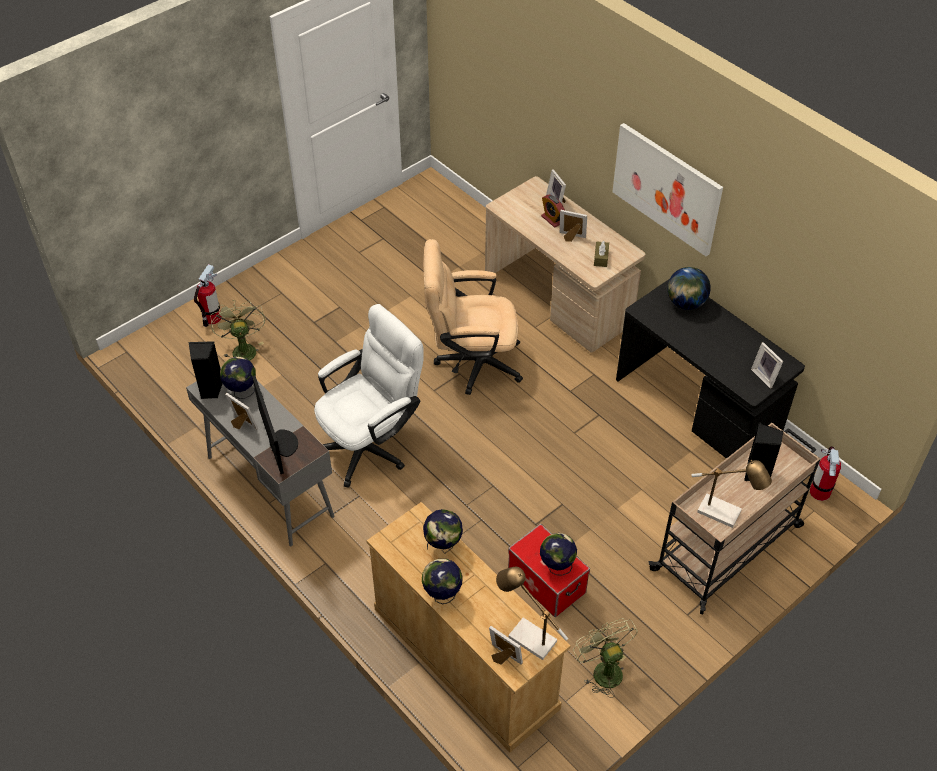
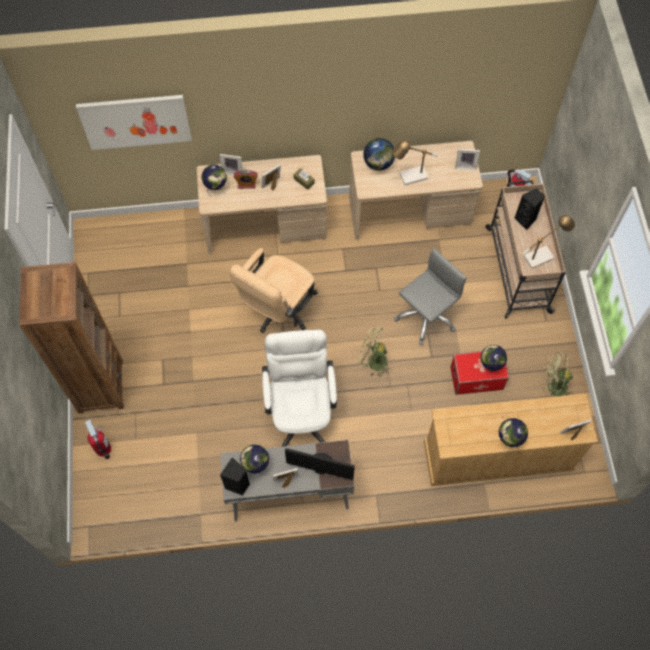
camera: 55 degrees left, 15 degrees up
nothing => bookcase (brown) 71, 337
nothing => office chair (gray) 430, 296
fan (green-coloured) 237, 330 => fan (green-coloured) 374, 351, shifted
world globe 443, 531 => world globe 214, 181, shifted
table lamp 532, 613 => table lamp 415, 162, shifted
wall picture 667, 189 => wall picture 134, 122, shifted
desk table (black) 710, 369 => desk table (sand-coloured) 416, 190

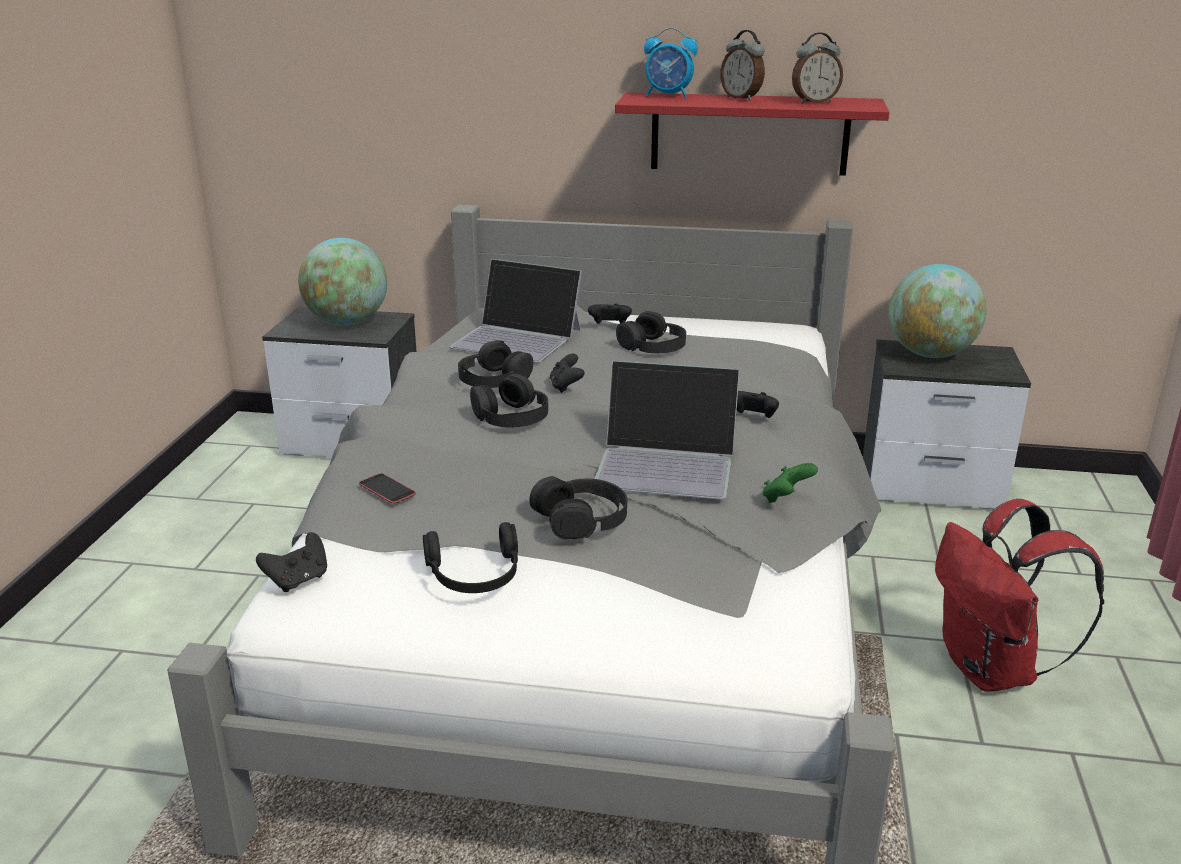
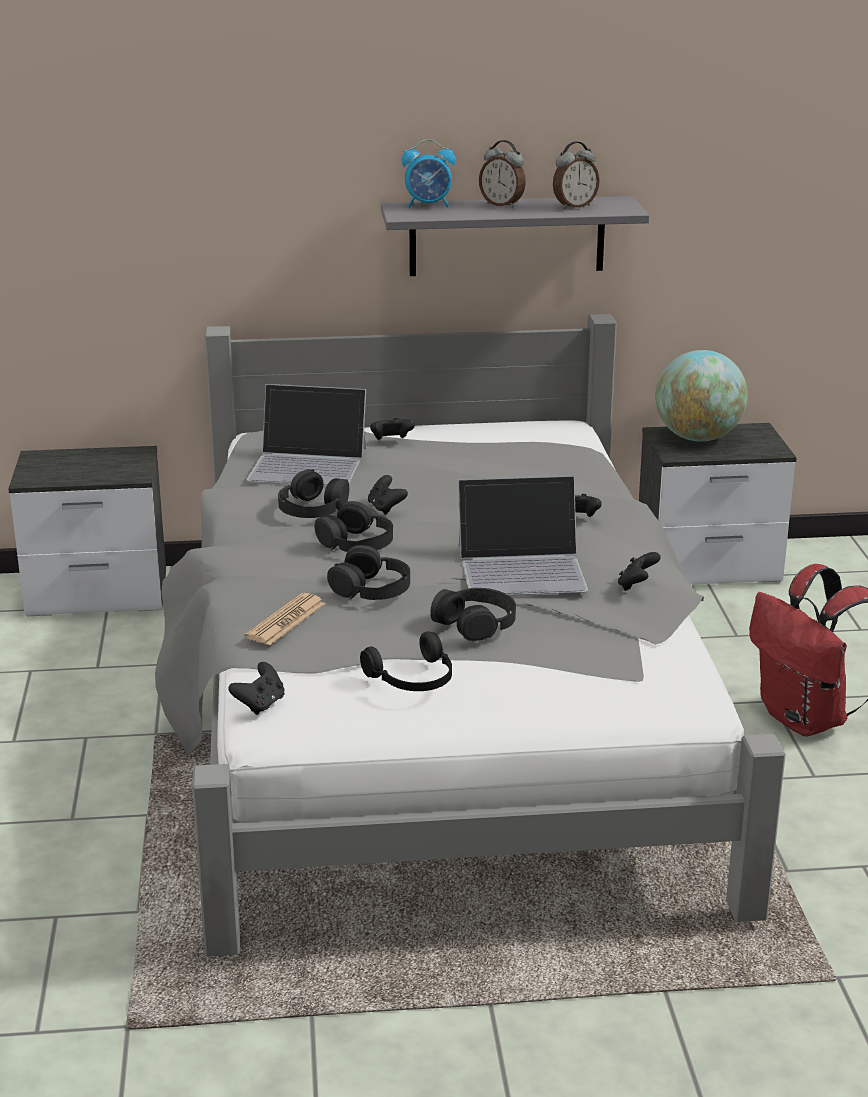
camera: 15 degrees left, 0 degrees up
world globe 342, 281 => nothing
headset (black) 651, 332 => headset (black) 368, 572, shifted
handset 387, 488 => daily paper 285, 619
wall shelf (reddish) 752, 134 => wall shelf (gray) 515, 236
game controller (green-coloured) 790, 483 => game controller (black) 639, 571

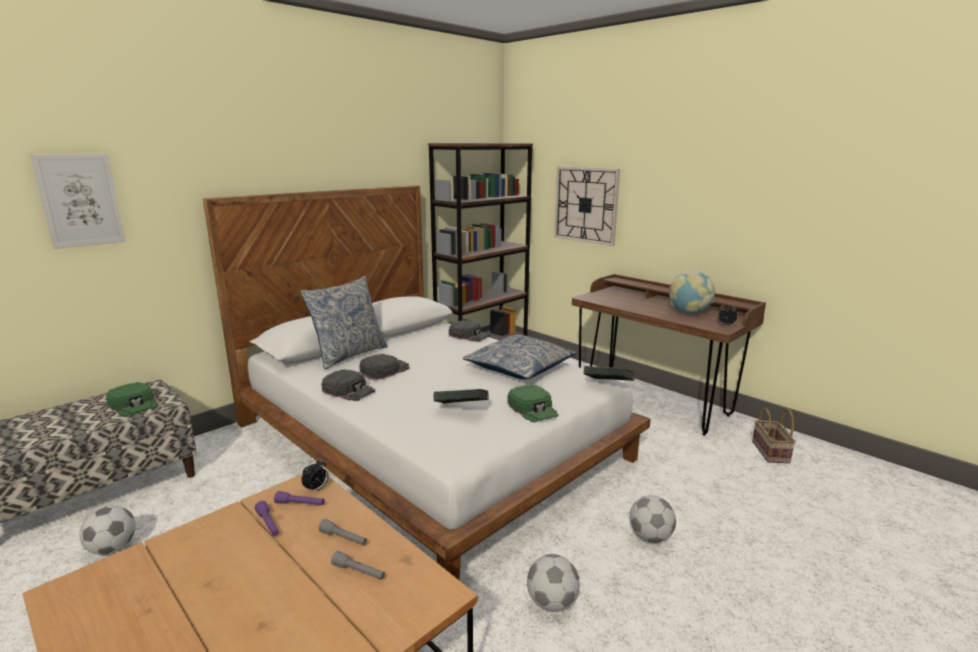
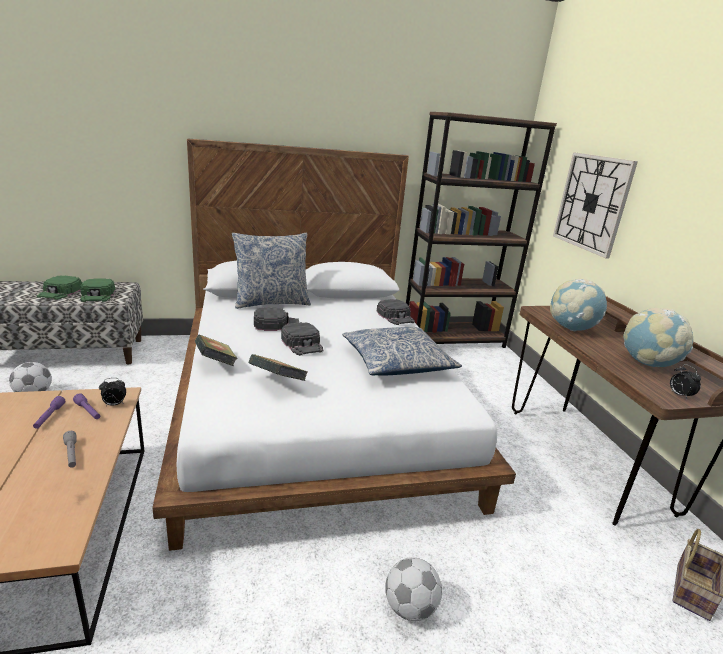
camera: 30 degrees right, 5 degrees up
wall picture 78, 201 => nothing
hand torch (gray) 358, 565 => nothing
football 553, 583 => nothing
nothing => world globe 578, 305
cap (black) 348, 385 => cap (black) 302, 339, shifted
cap (green-coloured) 532, 403 => cap (green-coloured) 59, 287, shifted
volume 609, 373 => volume 216, 350, shifted

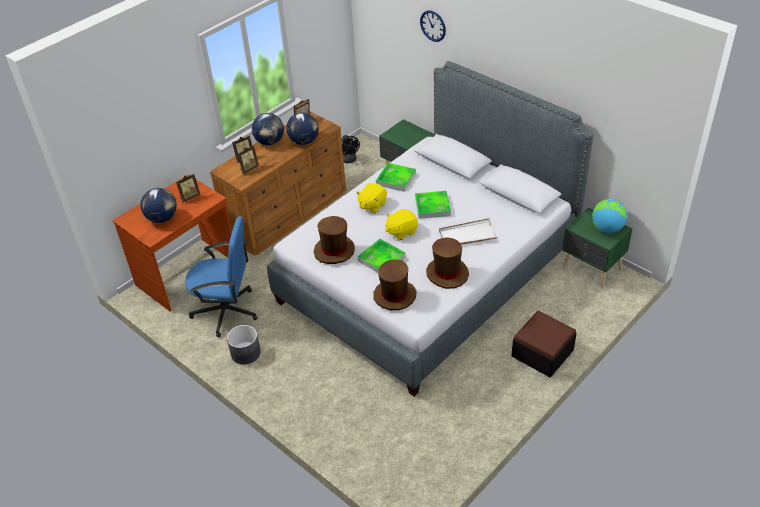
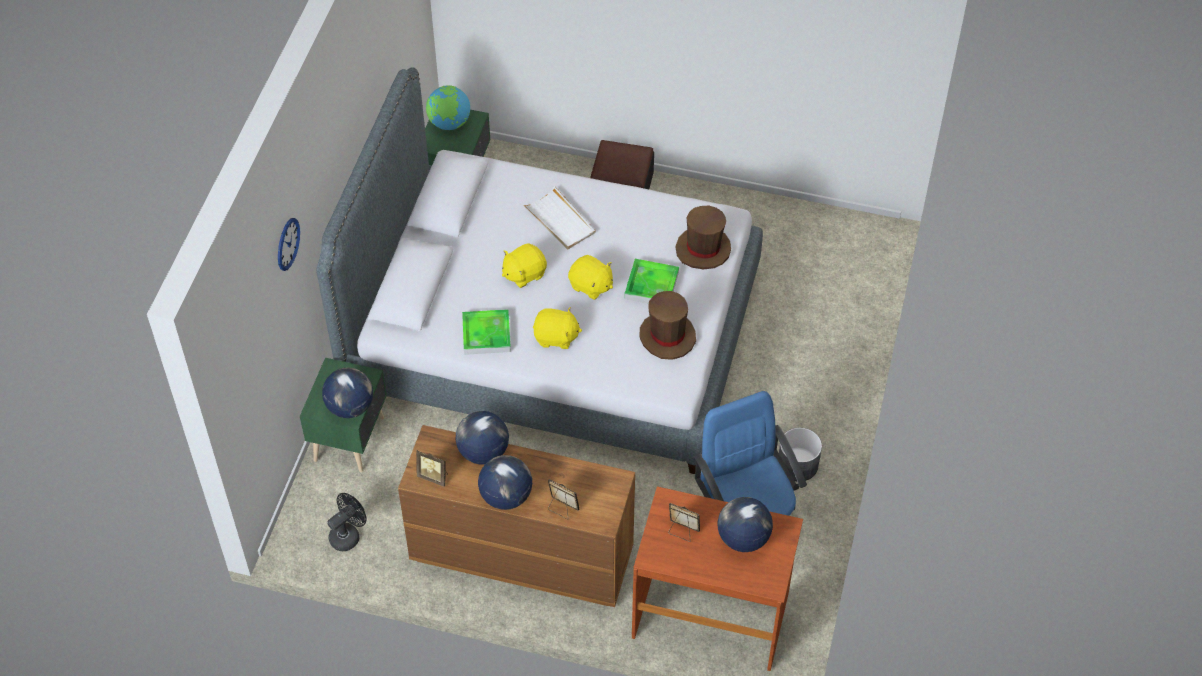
camera: 120 degrees left, 10 degrees up
photo frame 248, 159 => nothing
hat (brown) 447, 263 => nothing
nothing => world globe 347, 393
tray 433, 204 => plush toy (yellowish) 524, 265

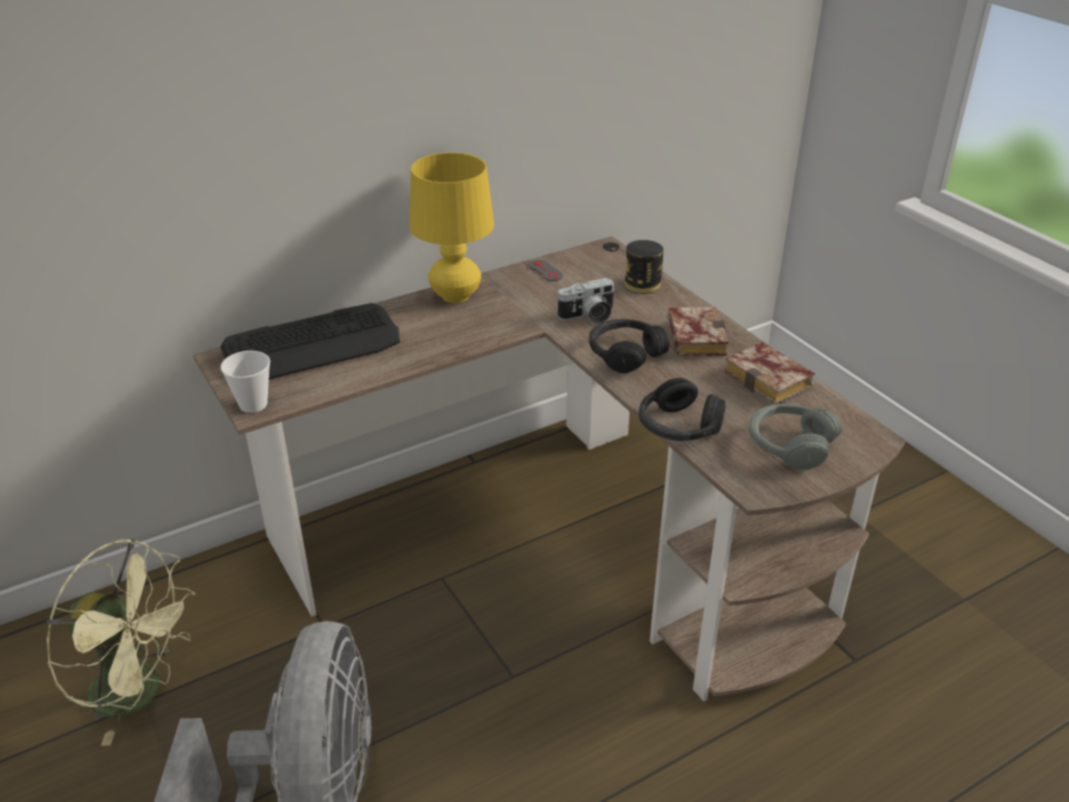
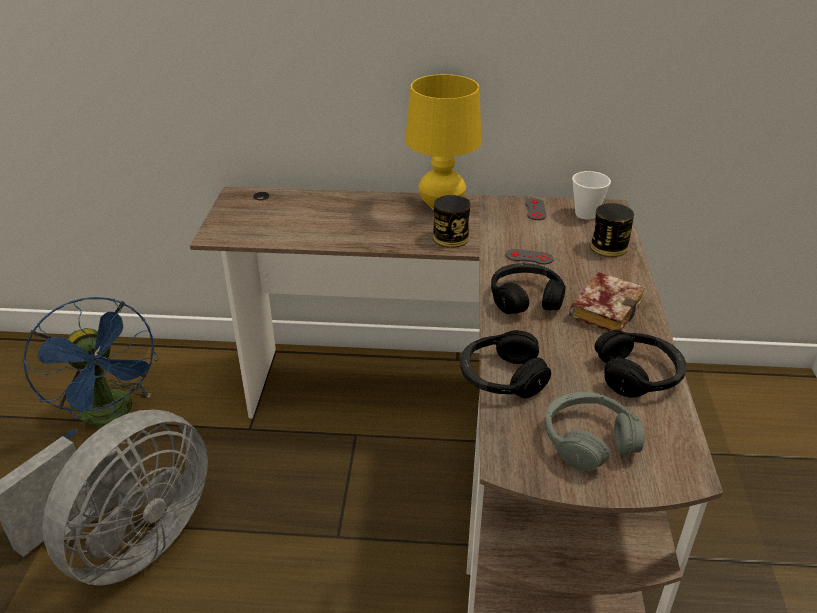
camera: 35 degrees right, 0 degrees up
PC keyboard 310, 341 => nothing
nothing => sealed can 452, 221
drinking cup 245, 382 => drinking cup 591, 195, shifted
photo camera 585, 301 => game controller (gray) 530, 257
volume 769, 373 => headset (black) 641, 363
fan (green-coloured) 121, 642 => fan (blue) 90, 368

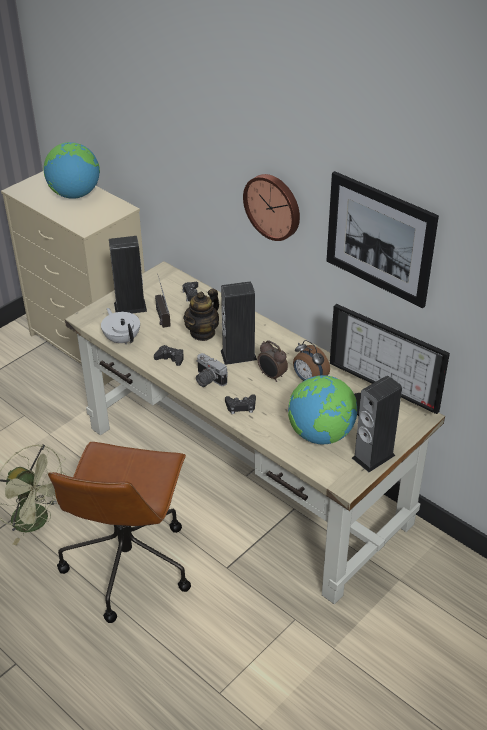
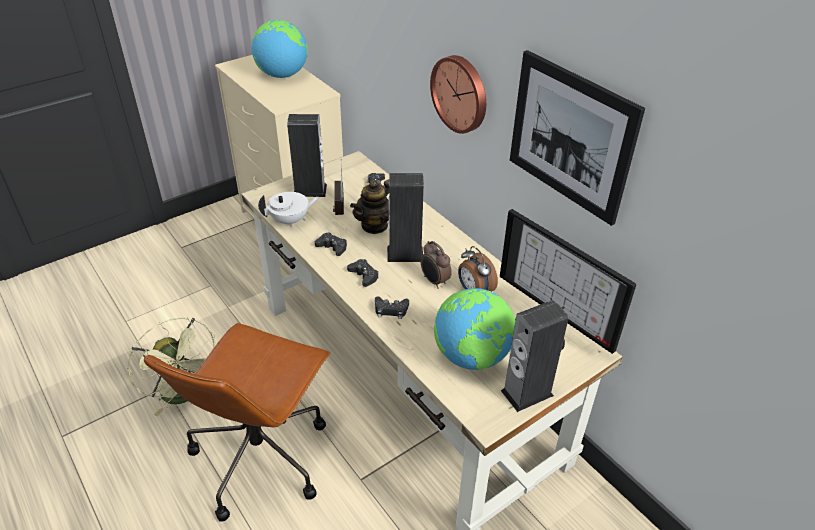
camera: 10 degrees right, 0 degrees up
photo camera 212, 370 => game controller (black) 363, 273
teapot (white-coloured) 120, 326 => teapot (white-coloured) 288, 209, 90 degrees clockwise

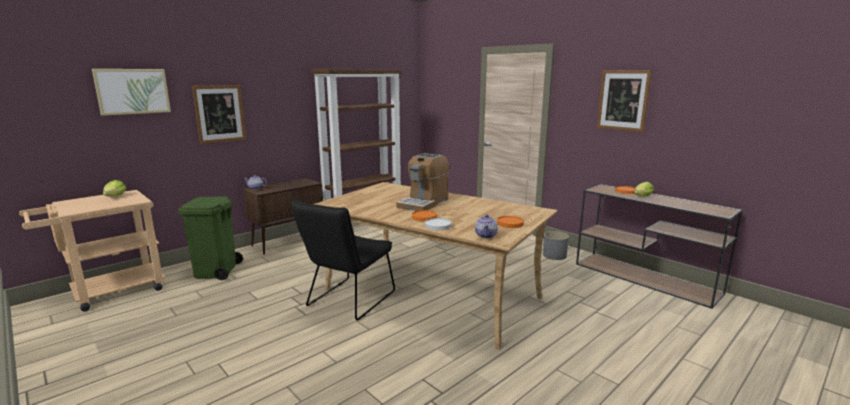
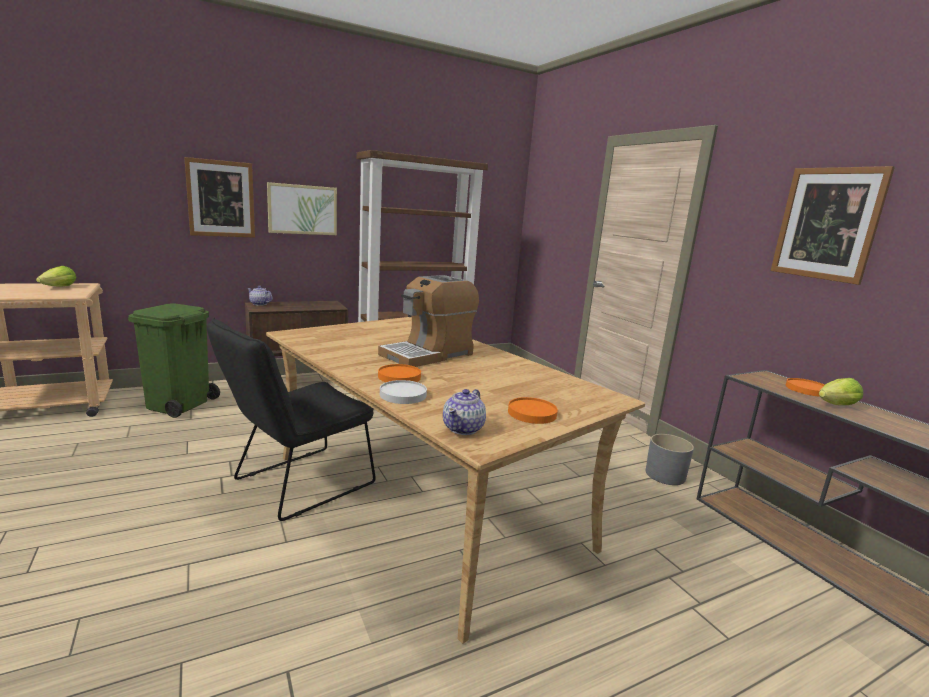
camera: 15 degrees right, 0 degrees up
wall picture 131, 92 => wall picture 302, 208, shifted

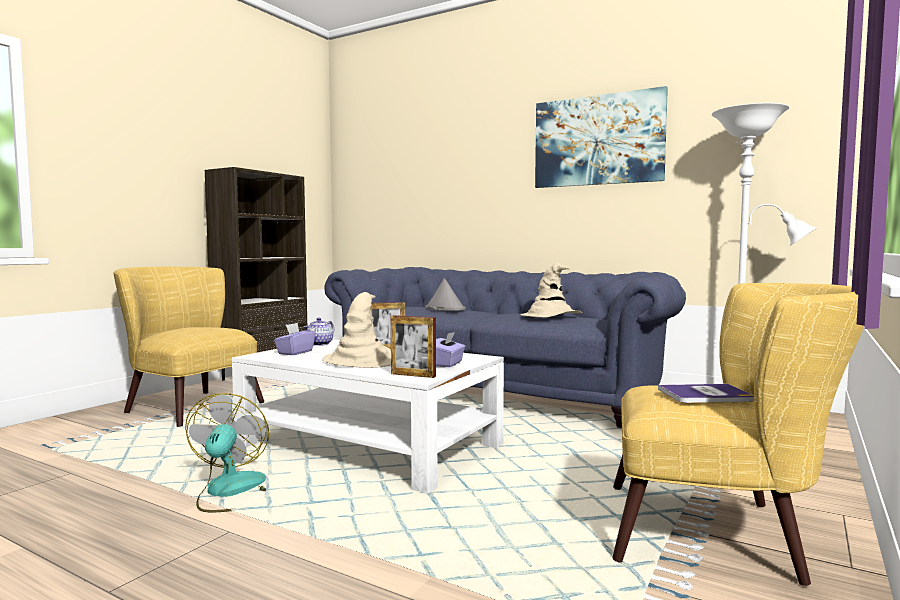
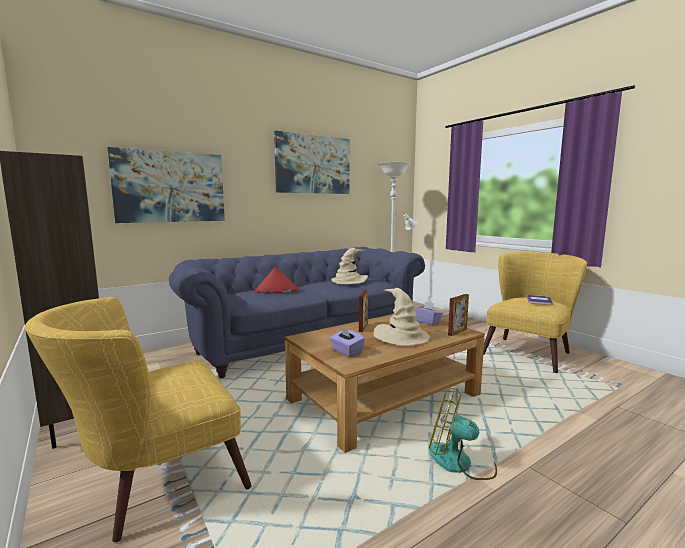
camera: 65 degrees left, 5 degrees up
teapot 318, 332 => nothing
nothing => wall picture 166, 185
lounge table (white-coloured) 368, 416 => lounge table (brown) 385, 383
hat (gray) 445, 294 => hat (reddish) 277, 280

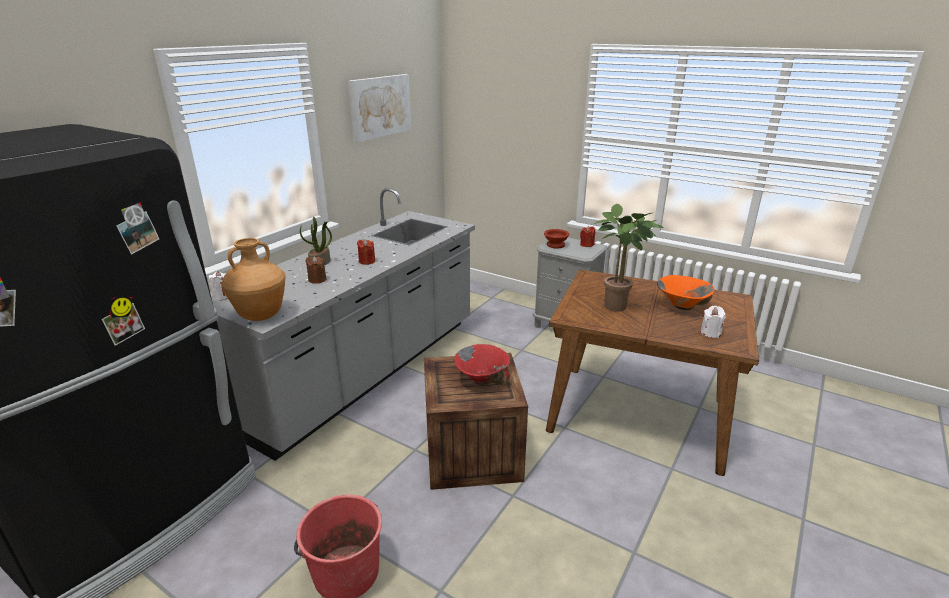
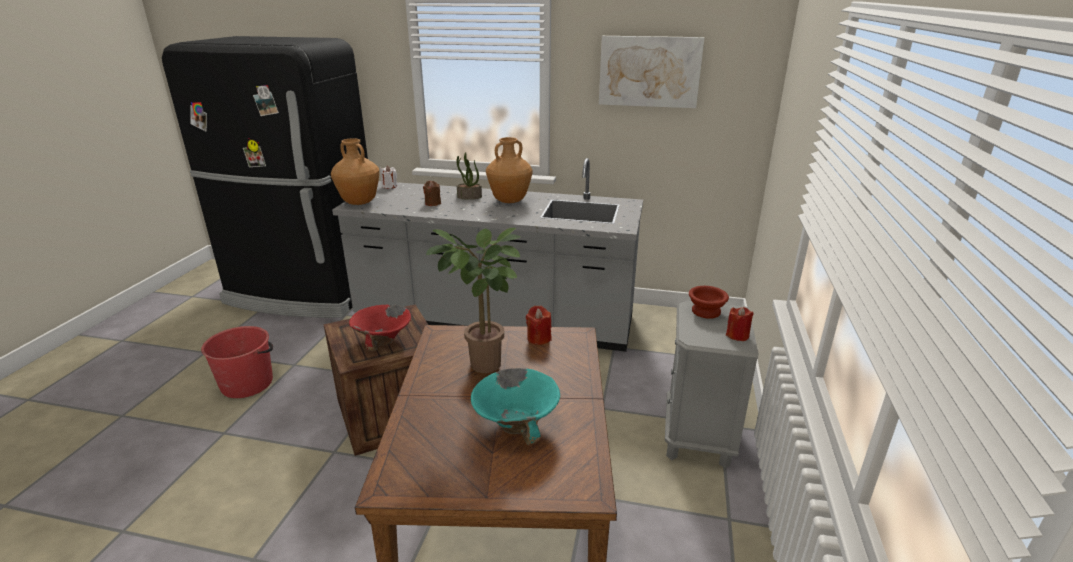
camera: 70 degrees right, 0 degrees up
wax light (white-coloured) 713, 322 => nothing
nothing => decorative vase (brown) 509, 170
wax light (reddish) 366, 252 => wax light (reddish) 539, 325, shifted
serving bowl (orangey) 686, 292 => serving bowl (turquoise-coloured) 515, 406

